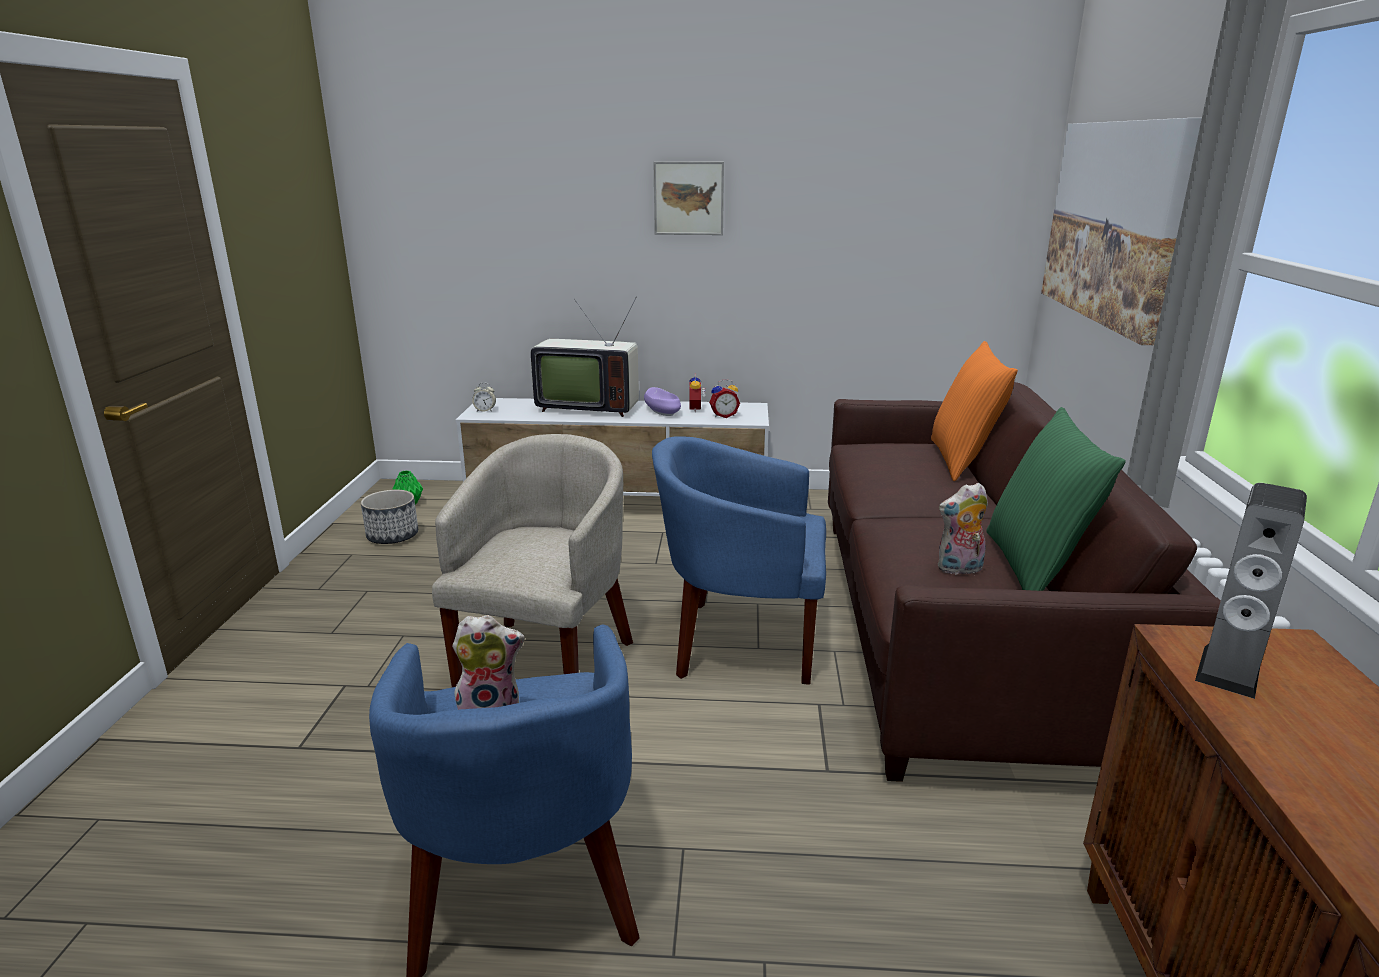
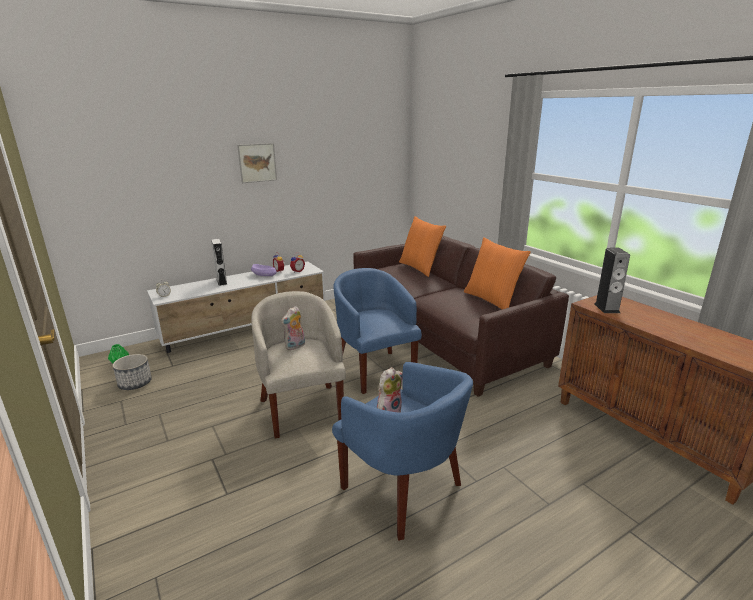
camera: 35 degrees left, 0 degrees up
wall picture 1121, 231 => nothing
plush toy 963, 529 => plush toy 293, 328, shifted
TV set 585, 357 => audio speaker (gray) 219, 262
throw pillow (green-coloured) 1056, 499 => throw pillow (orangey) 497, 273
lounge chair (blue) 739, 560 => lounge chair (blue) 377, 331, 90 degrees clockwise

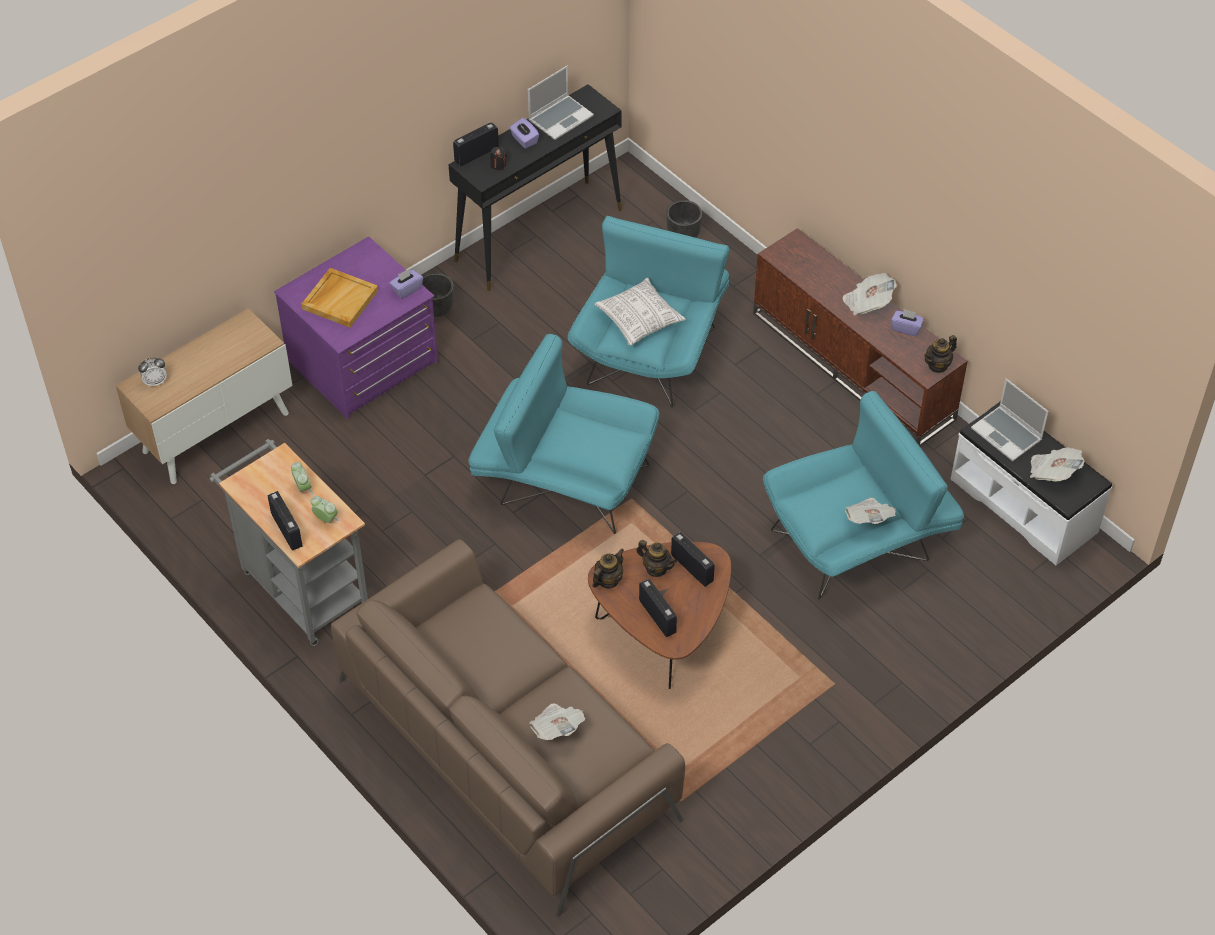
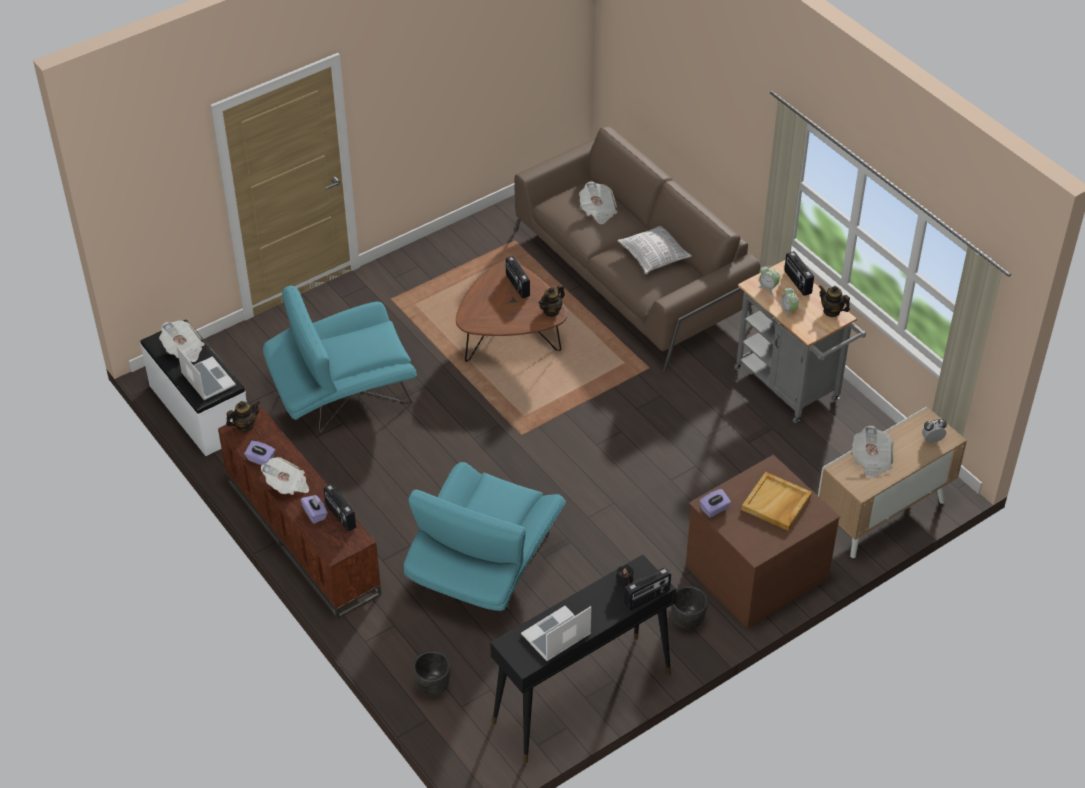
camera: 175 degrees left, 5 degrees down
lounge chair (turquoise-coloured) 564, 434 => nothing
tissue box (purplish) 524, 133 => tissue box (purplish) 314, 509, shifted
throw pillow 640, 312 => throw pillow 655, 250, shifted
teapot 656, 558 => teapot 834, 301, shifted
radio set 693, 559 => radio set 339, 508, shifted
daily paper 870, 511 => daily paper 872, 452, shifted
drawer chest (purplish) 356, 327 => drawer chest (brown) 763, 541

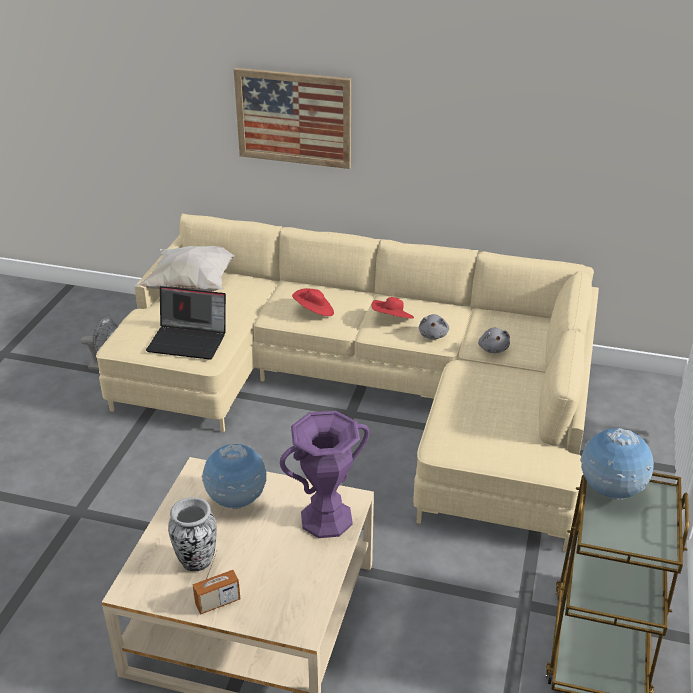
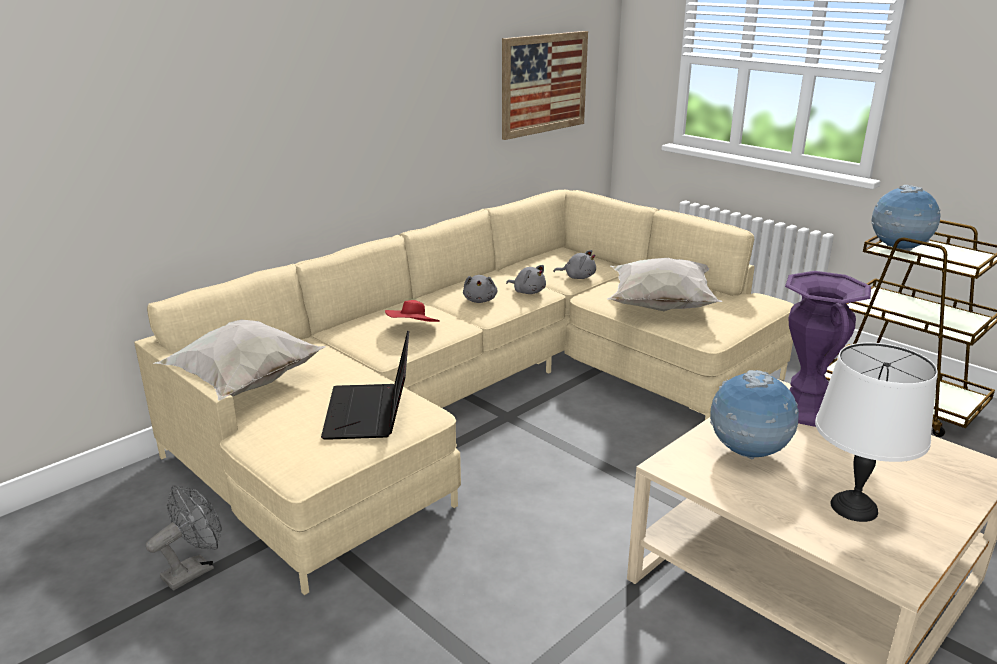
camera: 60 degrees left, 10 degrees down
radio set 216, 582 => nothing
nothing => throw pillow (white-coloured) 664, 284
wall picture 292, 118 => wall picture 545, 85, shifted
decorative vase 192, 534 => table lamp (white-coloured) 876, 432
hat (reddish) 393, 308 => plush toy (gray) 480, 289
notebook computer 186, 323 => notebook computer 365, 385, 135 degrees clockwise

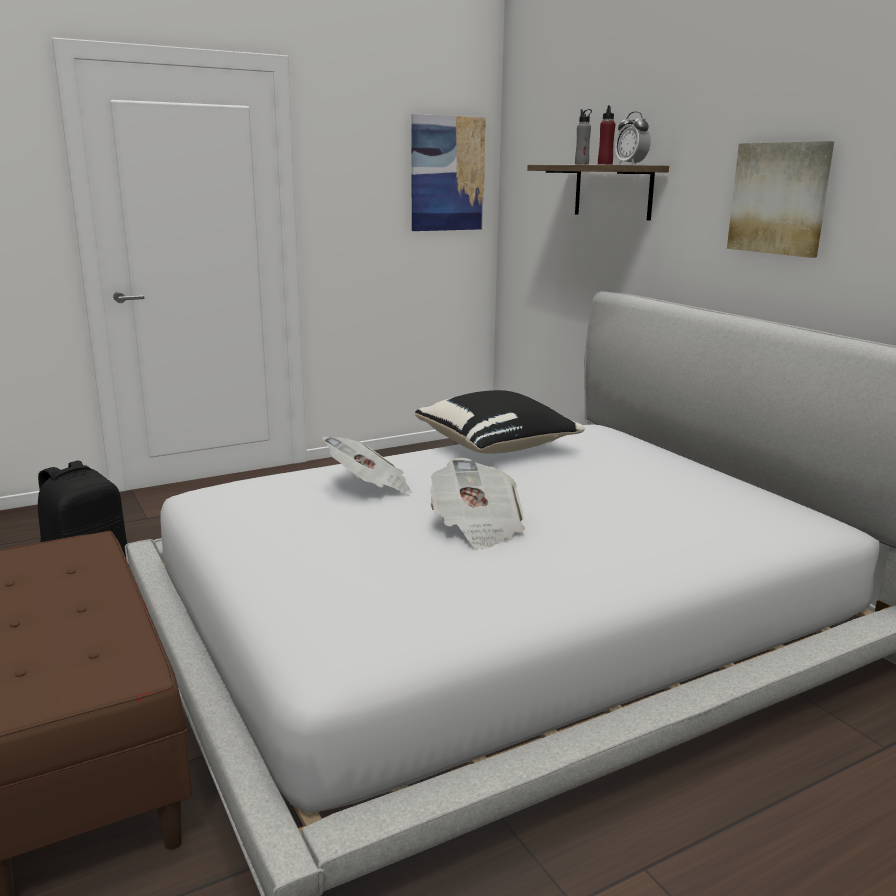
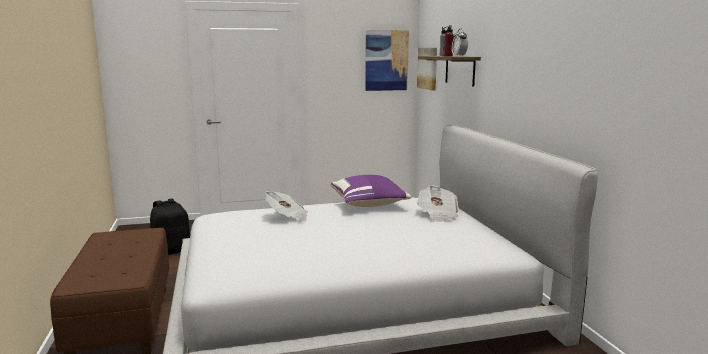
camera: 15 degrees right, 5 degrees down
daily paper 477, 503 => daily paper 438, 203, shifted
wall picture 780, 199 => wall picture 427, 69, shifted
throw pillow (black) 500, 422 => throw pillow (purplish) 371, 191

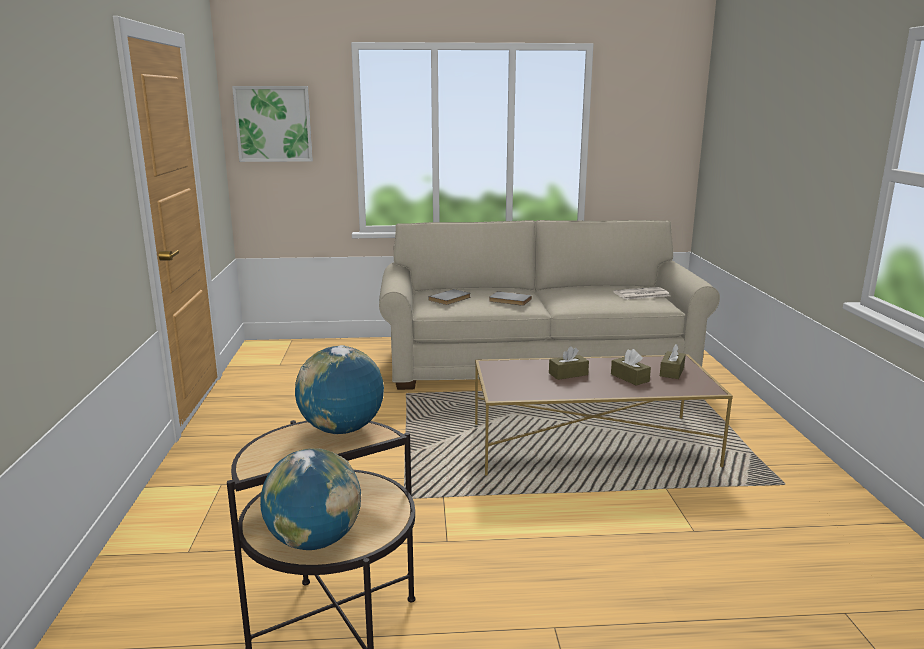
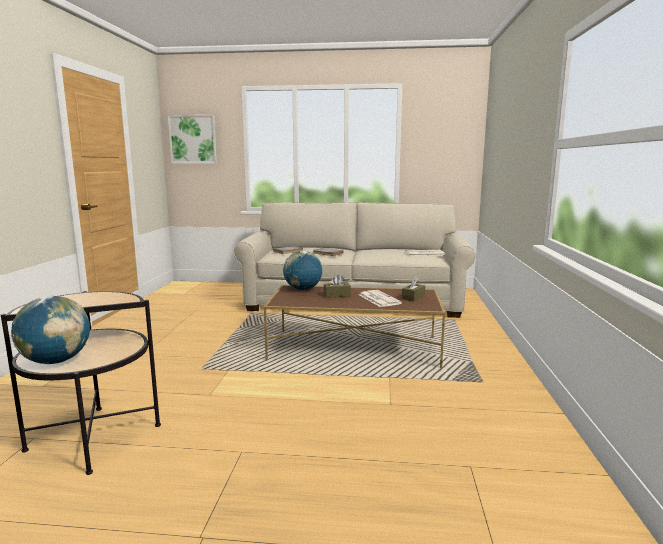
camera: 10 degrees right, 5 degrees down
world globe 339, 389 => world globe 302, 270, shifted
tissue box (brown) 631, 367 => daily paper 380, 298

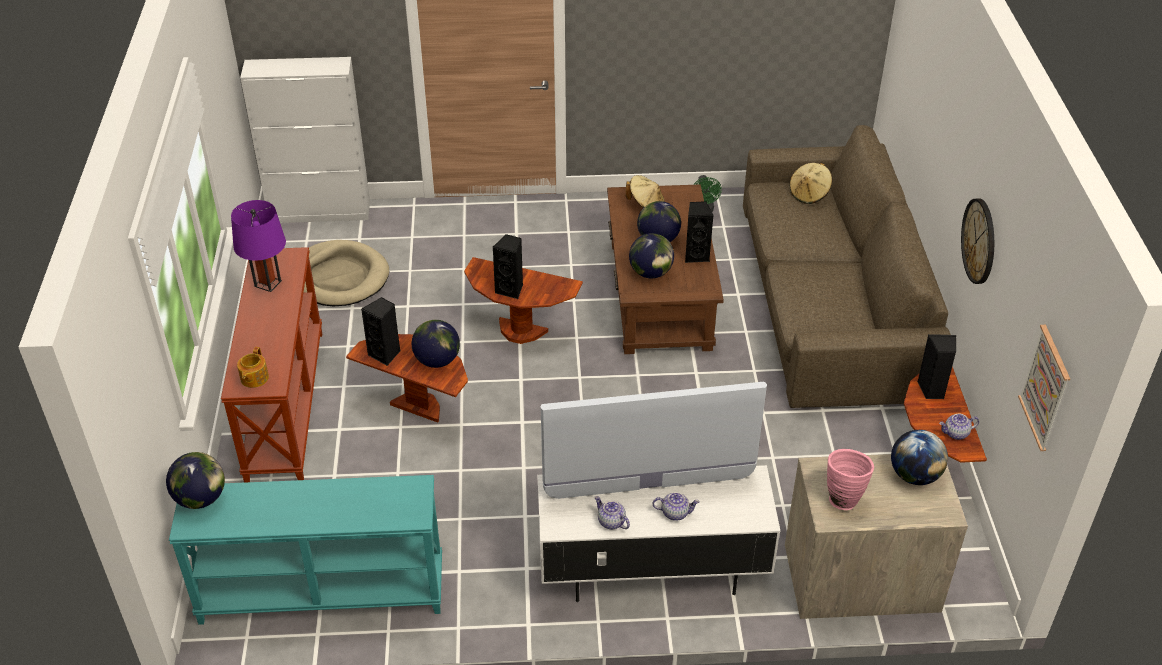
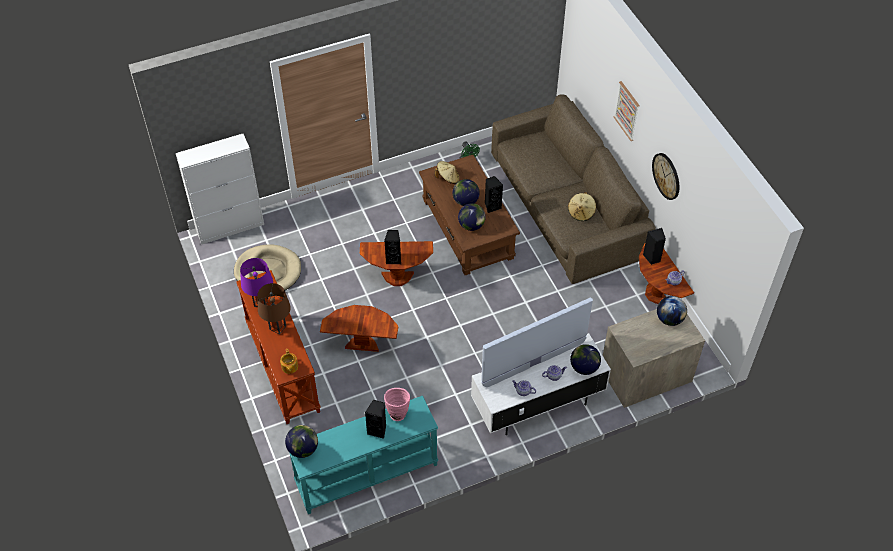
camera: 20 degrees left, 10 degrees up
nothing => table lamp (brown) 274, 308
audio speaker (black) 380, 331 => audio speaker (black) 375, 419, shifted
world globe 436, 344 => world globe 585, 359, shifted
hat (sand-coloured) 811, 183 => hat (sand-coloured) 582, 206, shifted
decorative vase (pinkish) 850, 479 => decorative vase (pinkish) 397, 404, shifted
wall picture 1044, 388 => wall picture 627, 111, shifted

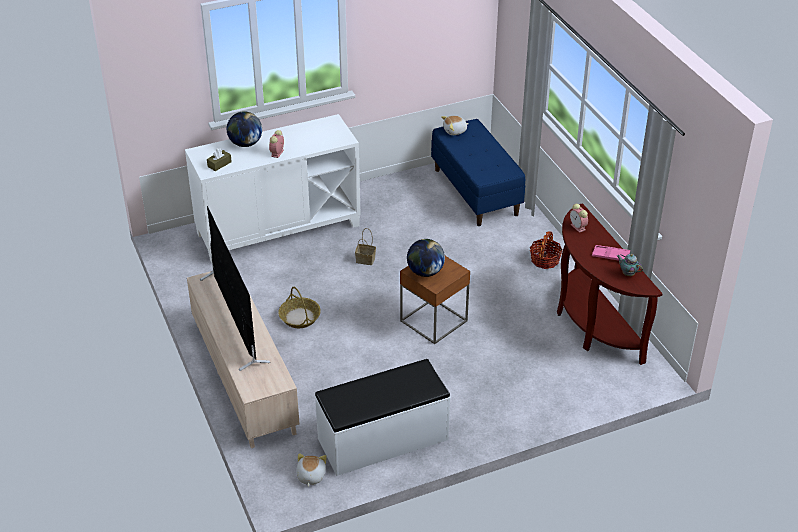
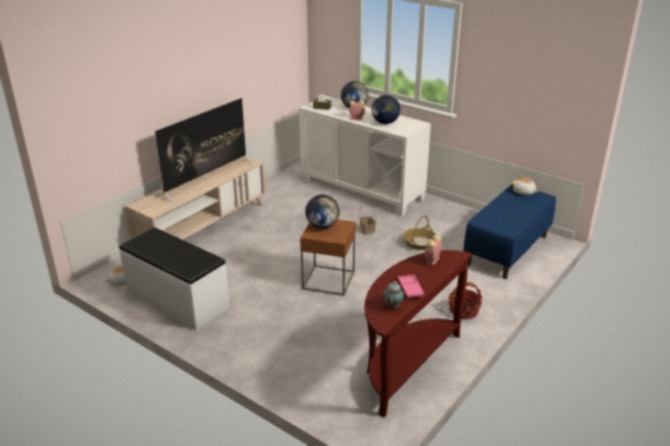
camera: 60 degrees right, 10 degrees down
nothing => world globe 386, 109
storage basket 299, 307 => storage basket 419, 232, shifted

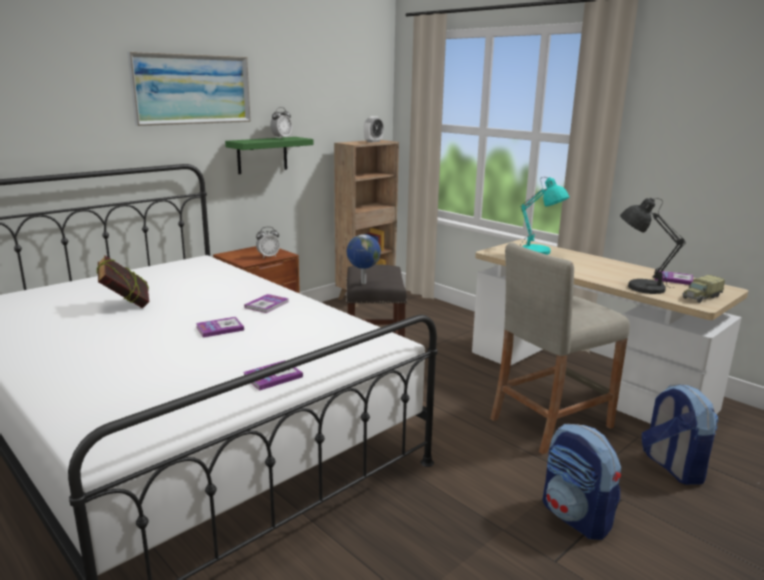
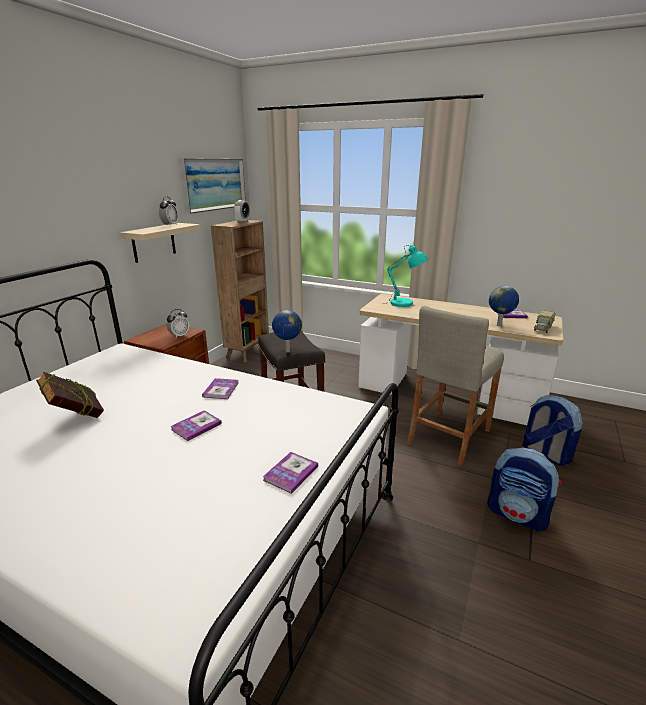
camera: 20 degrees left, 5 degrees up
wall picture 189, 89 => wall picture 213, 186, shifted
table lamp (gray) 653, 246 => world globe 504, 306
wall shelf (green-coloured) 269, 155 => wall shelf (sand-coloured) 160, 243

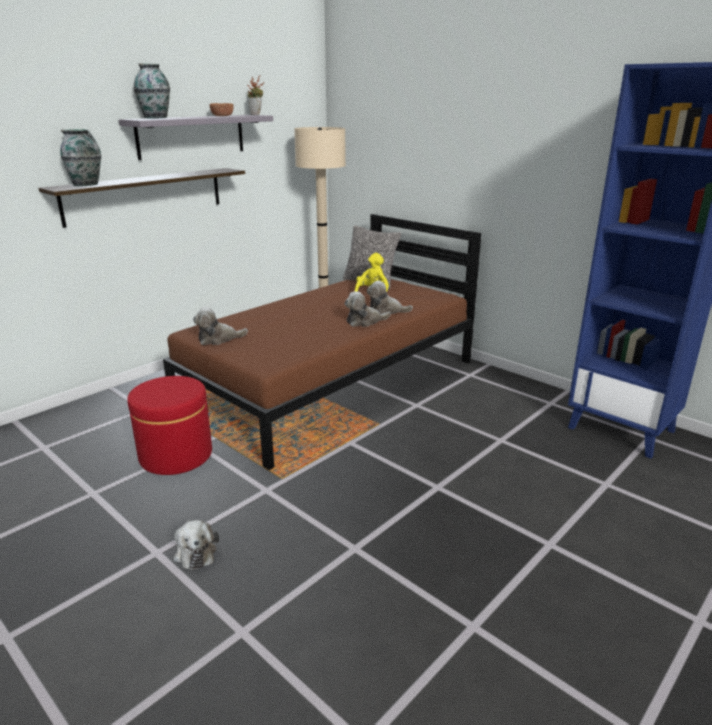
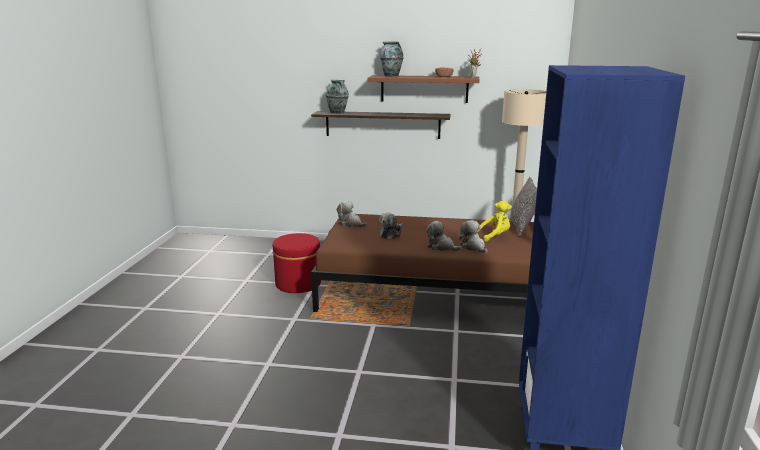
camera: 55 degrees right, 5 degrees down
plush toy 196, 545 => plush toy 391, 226, shifted
wall shelf (gray) 196, 137 => wall shelf (brown) 423, 89

